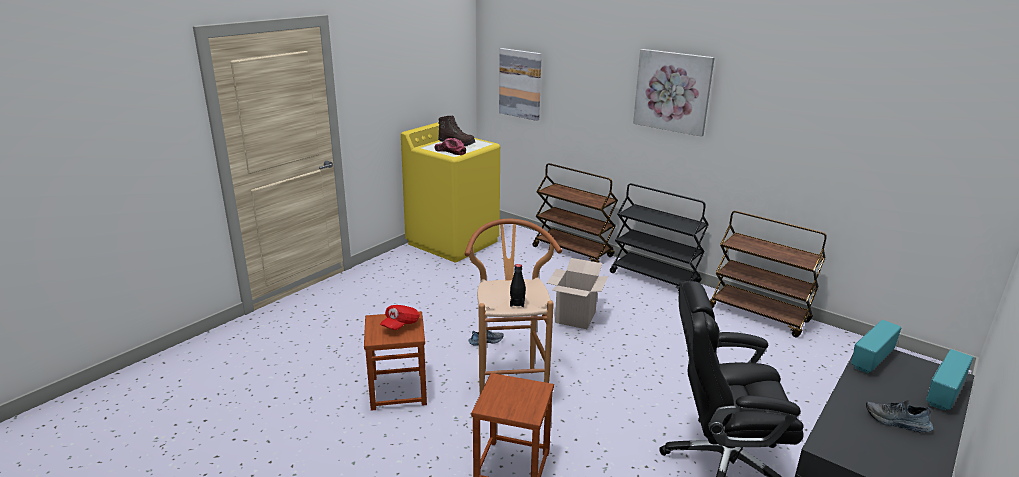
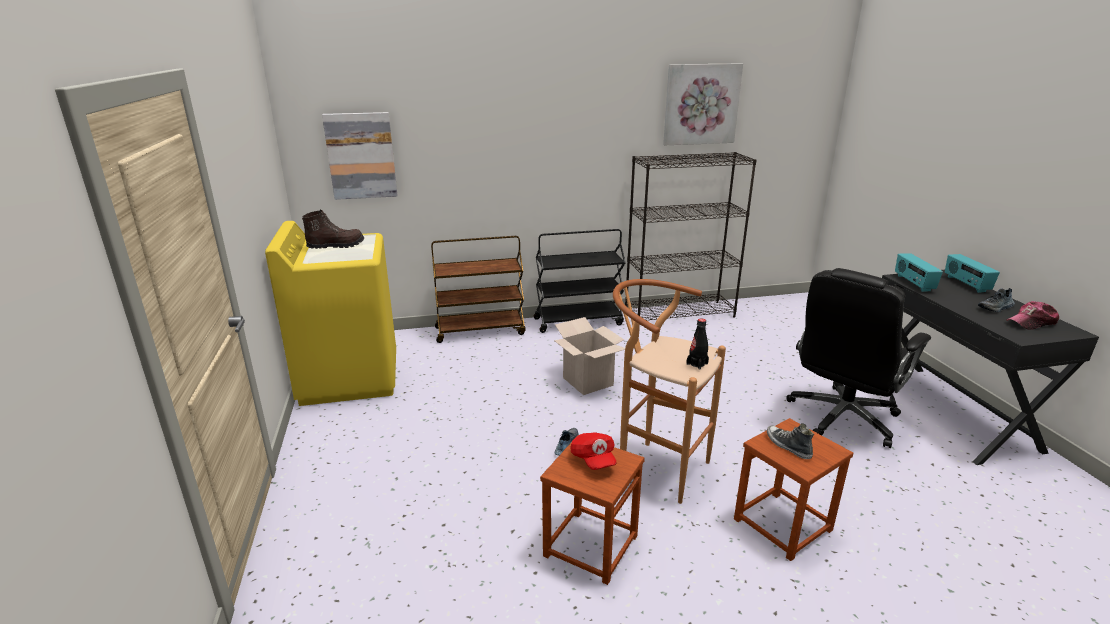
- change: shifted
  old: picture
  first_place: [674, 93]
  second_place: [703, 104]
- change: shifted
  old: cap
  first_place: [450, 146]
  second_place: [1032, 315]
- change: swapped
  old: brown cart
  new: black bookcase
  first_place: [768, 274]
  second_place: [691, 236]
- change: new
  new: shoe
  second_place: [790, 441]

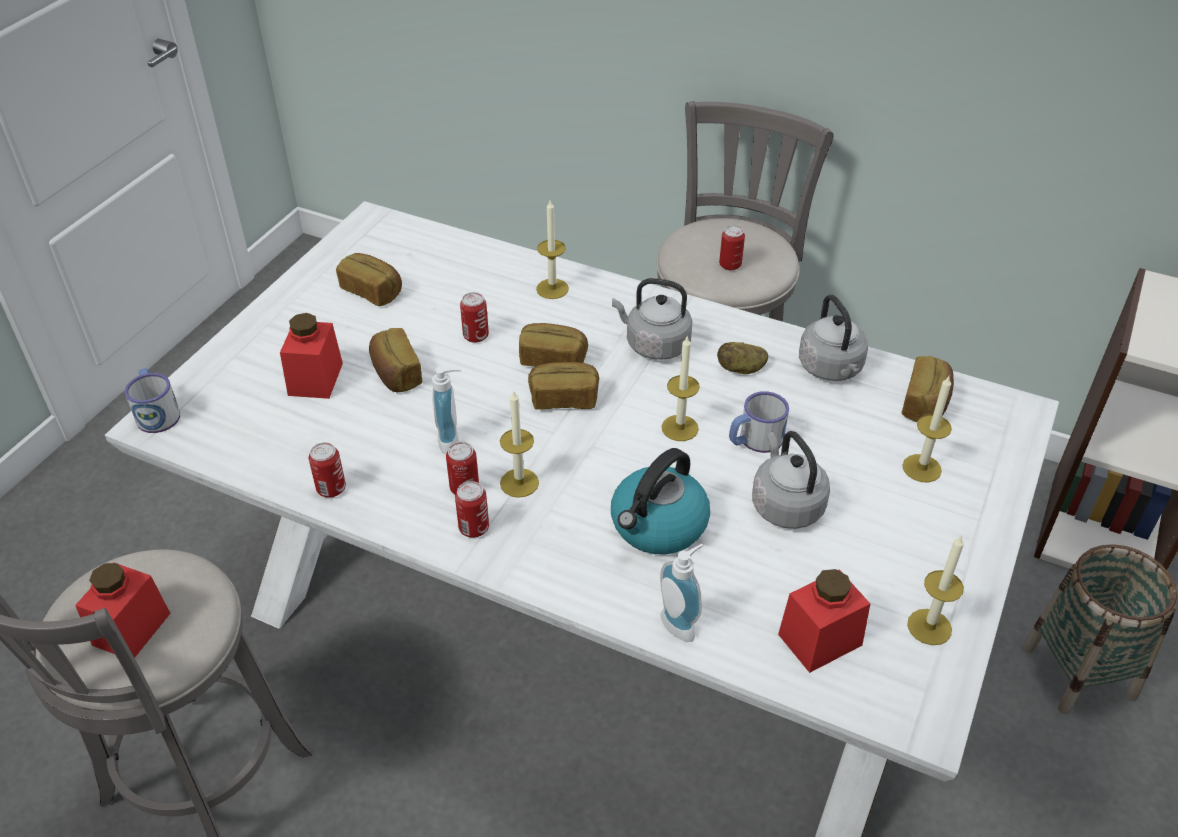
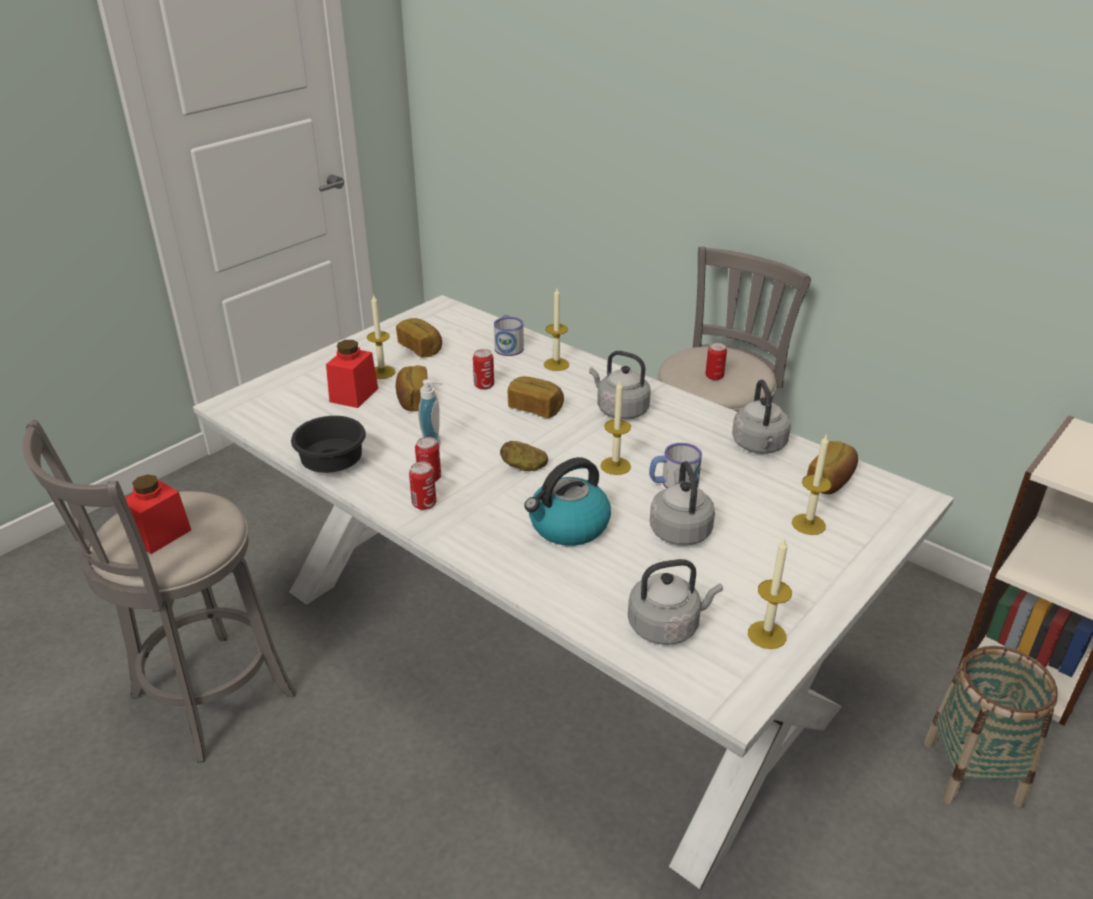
- change: shifted
  old: potato
  first_place: [742, 358]
  second_place: [524, 456]
- change: gone
  old: bread
  first_place: [563, 386]
- change: shifted
  old: mug
  first_place: [152, 400]
  second_place: [509, 335]
- change: shifted
  old: candle
  first_place: [519, 444]
  second_place: [381, 336]
- change: swapped
  old: can
  new: black bowl
  first_place: [327, 470]
  second_place: [328, 444]
- change: gone
  old: soap dispenser
  first_place: [681, 593]
- change: swapped
  old: red jar
  new: grey kettle
  first_place: [824, 621]
  second_place: [675, 602]

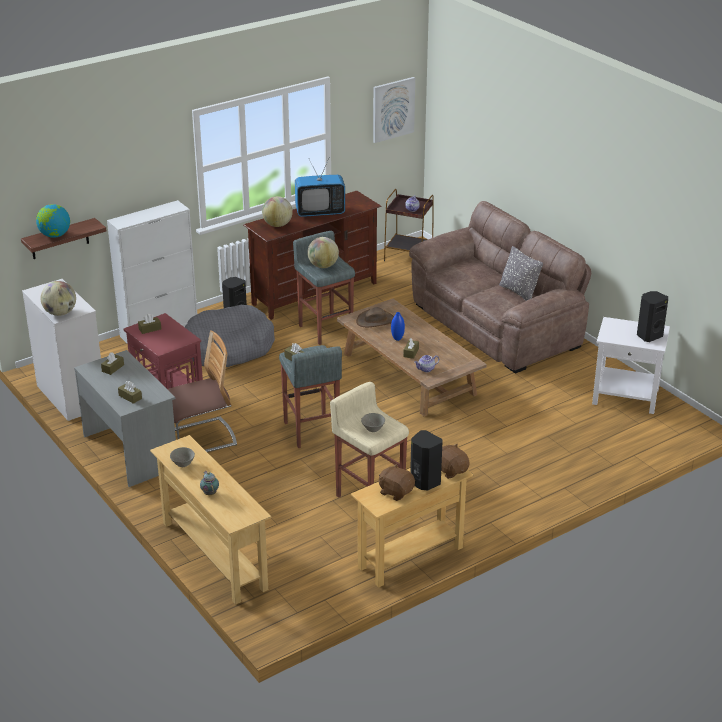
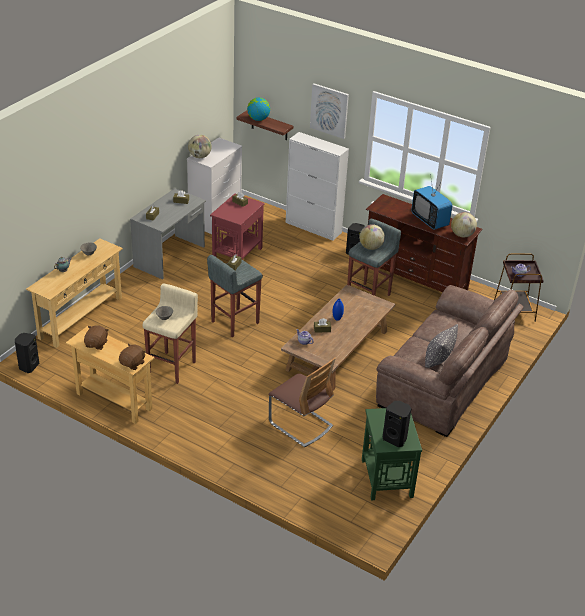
- change: shifted
  old: picture
  first_place: [394, 110]
  second_place: [329, 111]
- change: shifted
  old: globe
  first_place: [277, 211]
  second_place: [464, 224]
- change: gone
  old: grey dog bed
  first_place: [230, 336]
- change: gone
  old: brown hat
  first_place: [375, 317]
- change: repainted
  old: white side table
  new: green side table
  first_place: [631, 365]
  second_place: [392, 454]
- change: shifted
  old: chair
  first_place: [202, 391]
  second_place: [302, 403]
- change: shifted
  old: black speaker
  first_place: [426, 460]
  second_place: [27, 353]

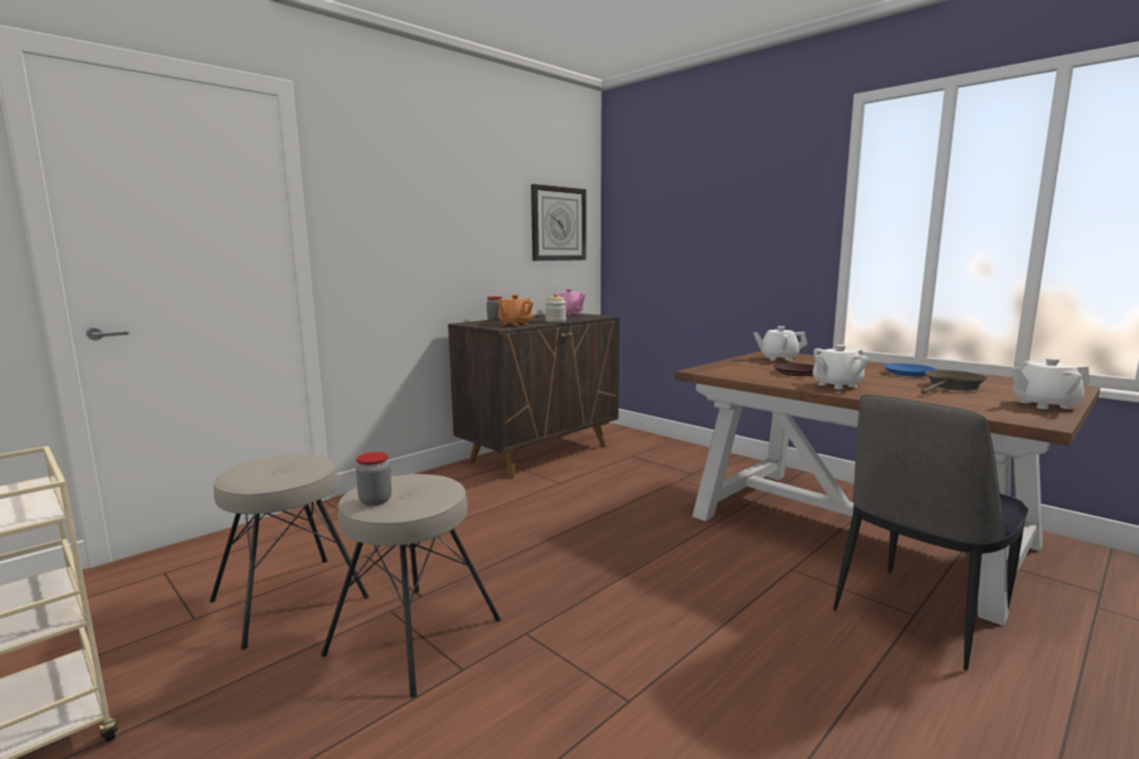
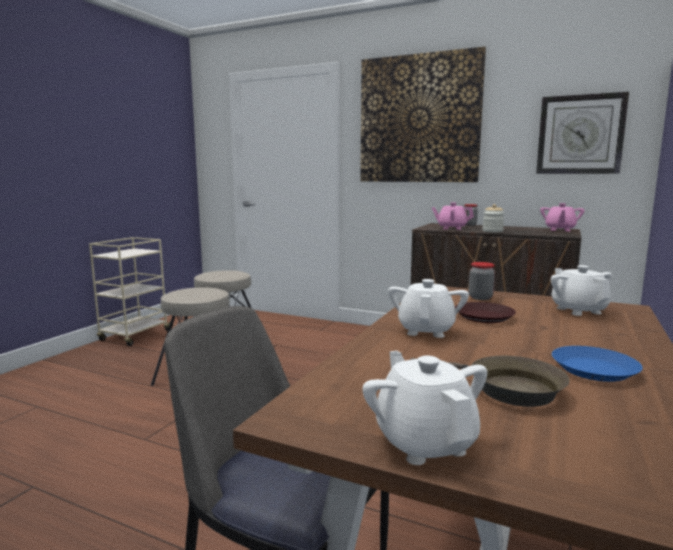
- change: repainted
  old: orange teapot
  new: pink teapot
  first_place: [515, 310]
  second_place: [453, 216]
- change: rotated
  old: white teapot
  first_place: [840, 367]
  second_place: [428, 308]
  degrees: 60
- change: shifted
  old: jar
  first_place: [374, 479]
  second_place: [481, 281]
- change: new
  new: picture
  second_place: [423, 114]

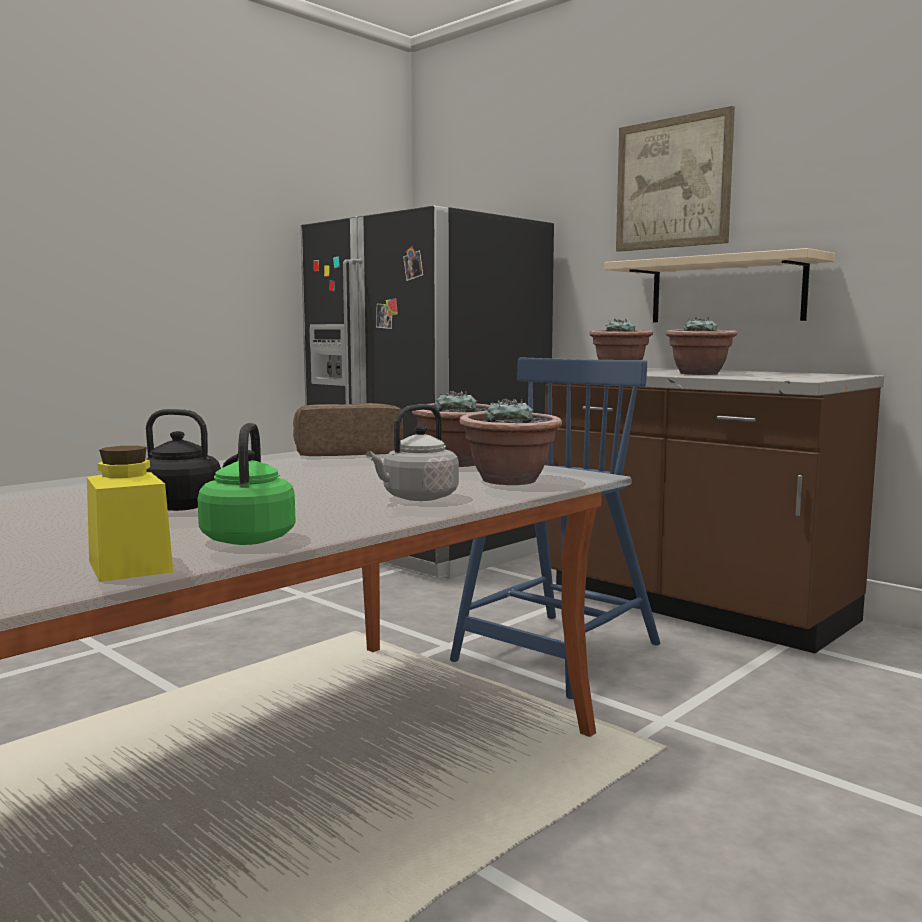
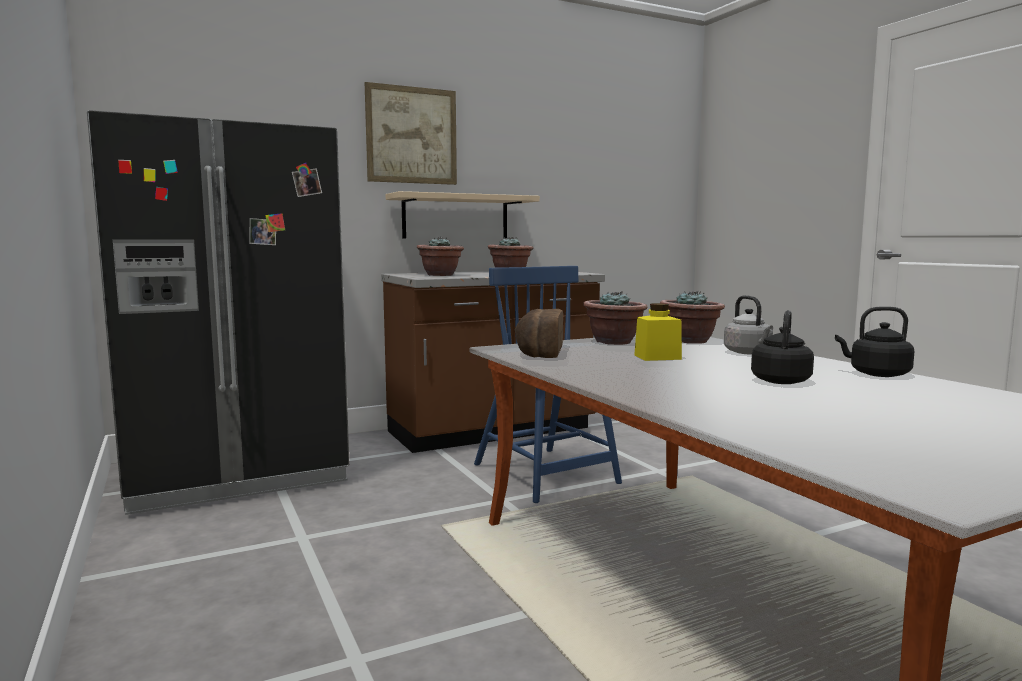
- change: repainted
  old: green kettle
  new: black kettle
  first_place: [246, 484]
  second_place: [875, 341]
- change: shifted
  old: yellow jar
  first_place: [130, 514]
  second_place: [658, 332]

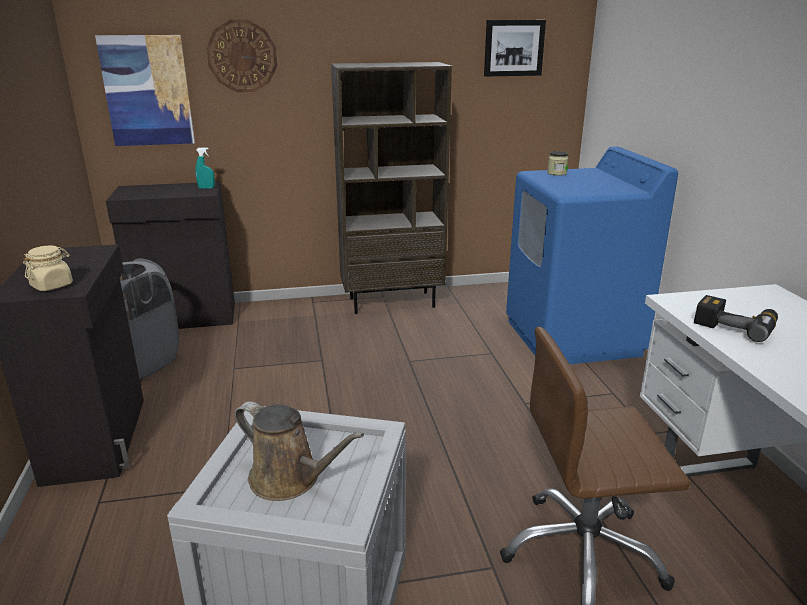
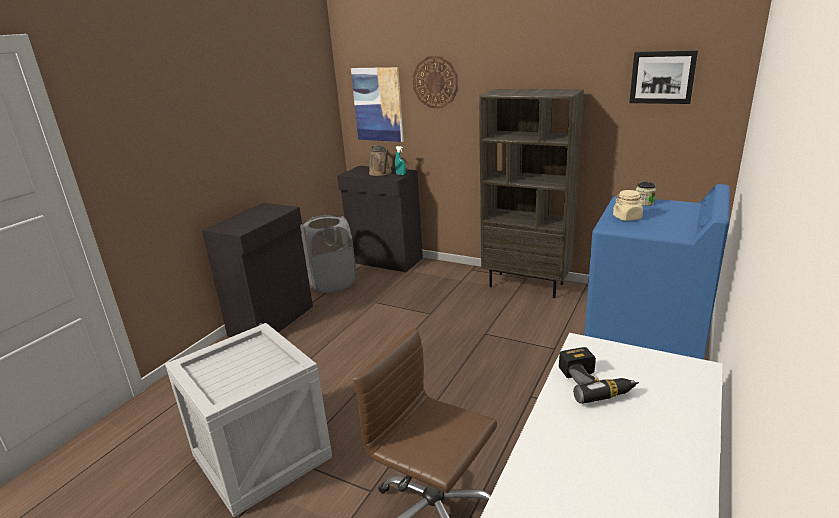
- change: shifted
  old: beige jar
  first_place: [48, 268]
  second_place: [628, 205]
- change: shifted
  old: brown watering can
  first_place: [299, 451]
  second_place: [380, 160]

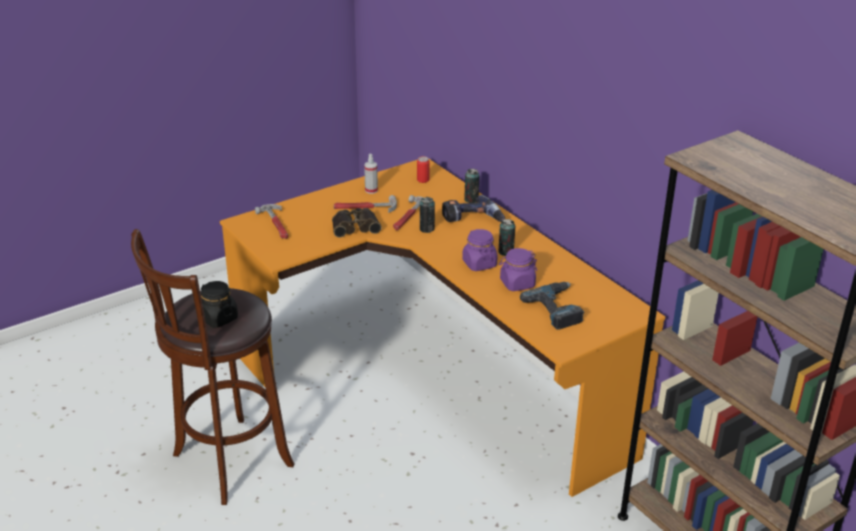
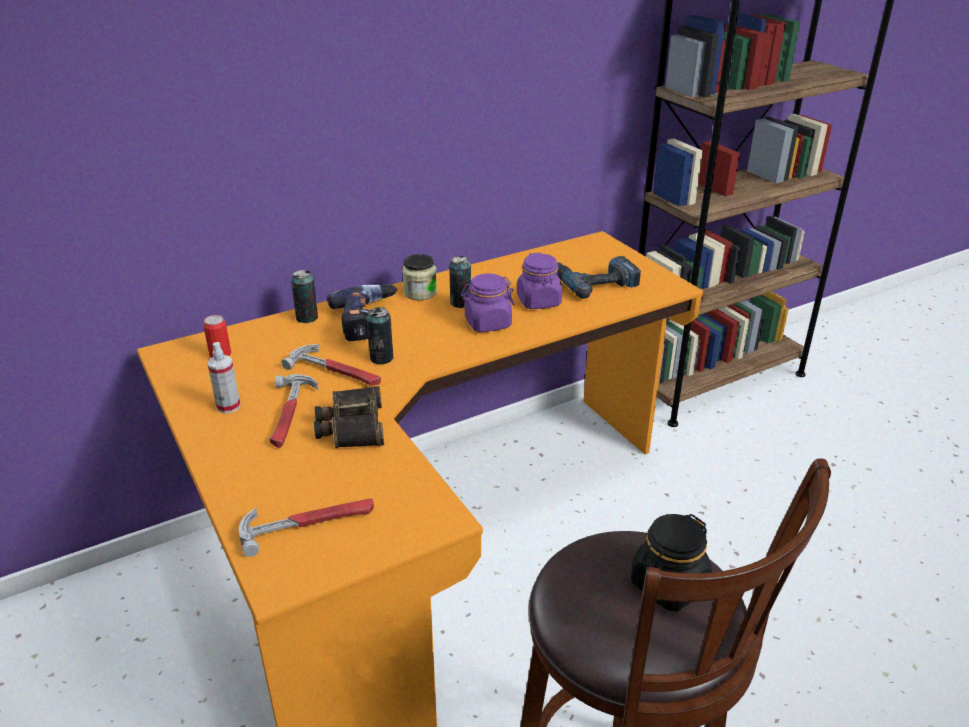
- change: new
  new: jar
  second_place: [419, 277]

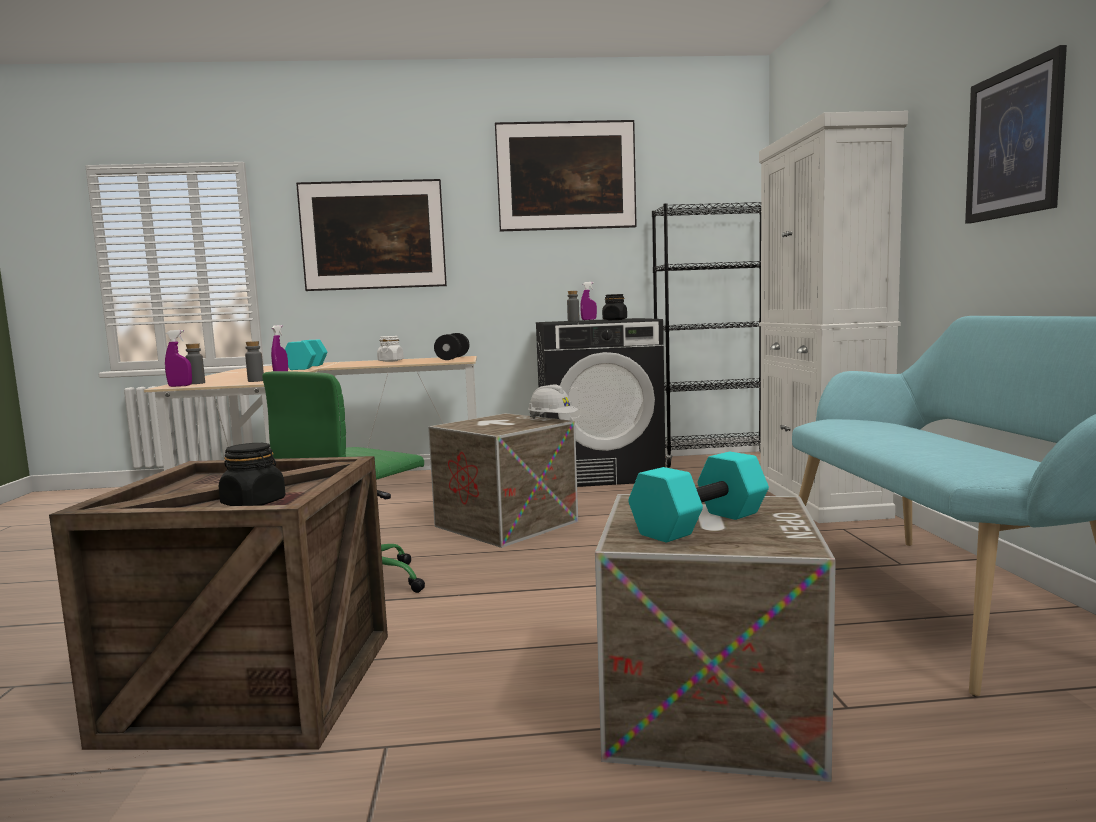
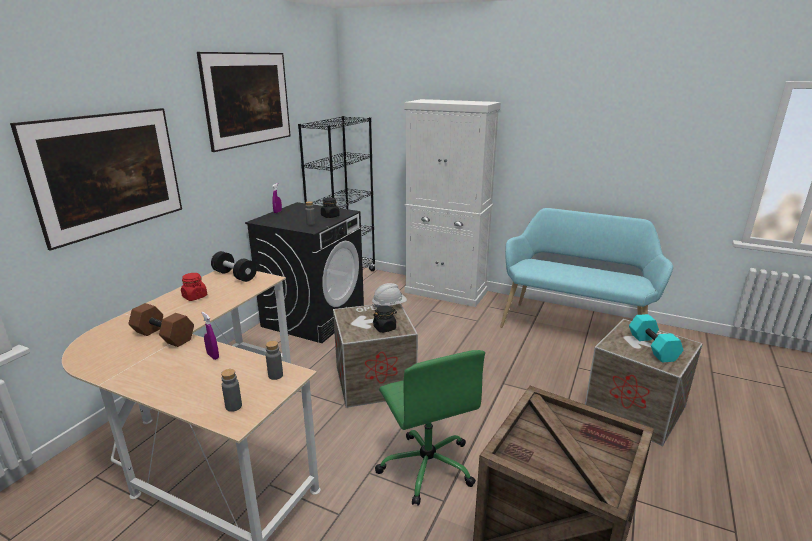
- change: gone
  old: picture
  first_place: [1016, 134]
- change: gone
  old: purple spray bottle
  first_place: [178, 358]
- change: repainted
  old: white jar
  new: red jar
  first_place: [390, 349]
  second_place: [194, 287]
- change: repainted
  old: turquoise dumbbell
  new: brown dumbbell
  first_place: [306, 355]
  second_place: [161, 325]
- change: shifted
  old: black jar
  first_place: [252, 474]
  second_place: [385, 319]

